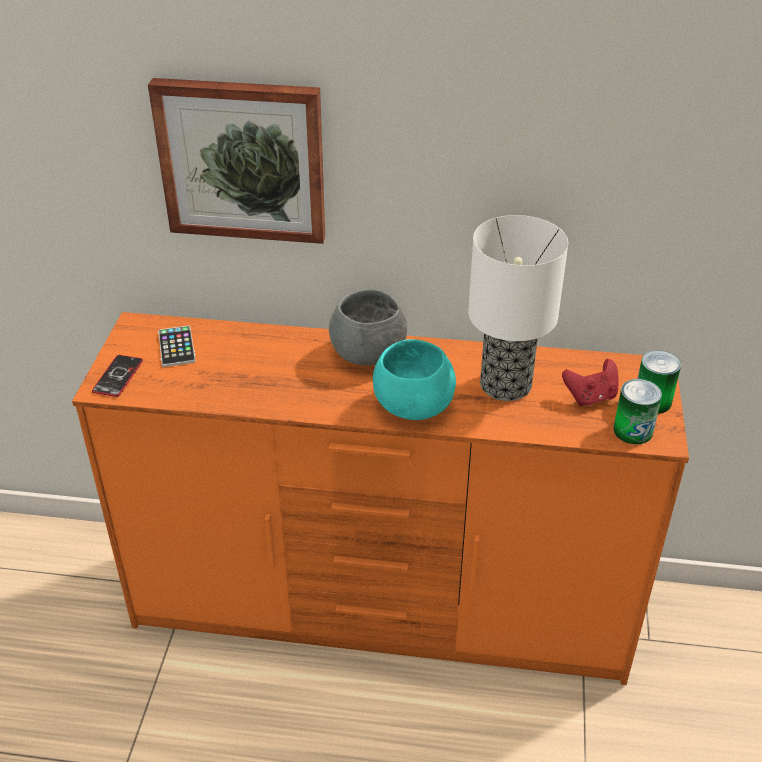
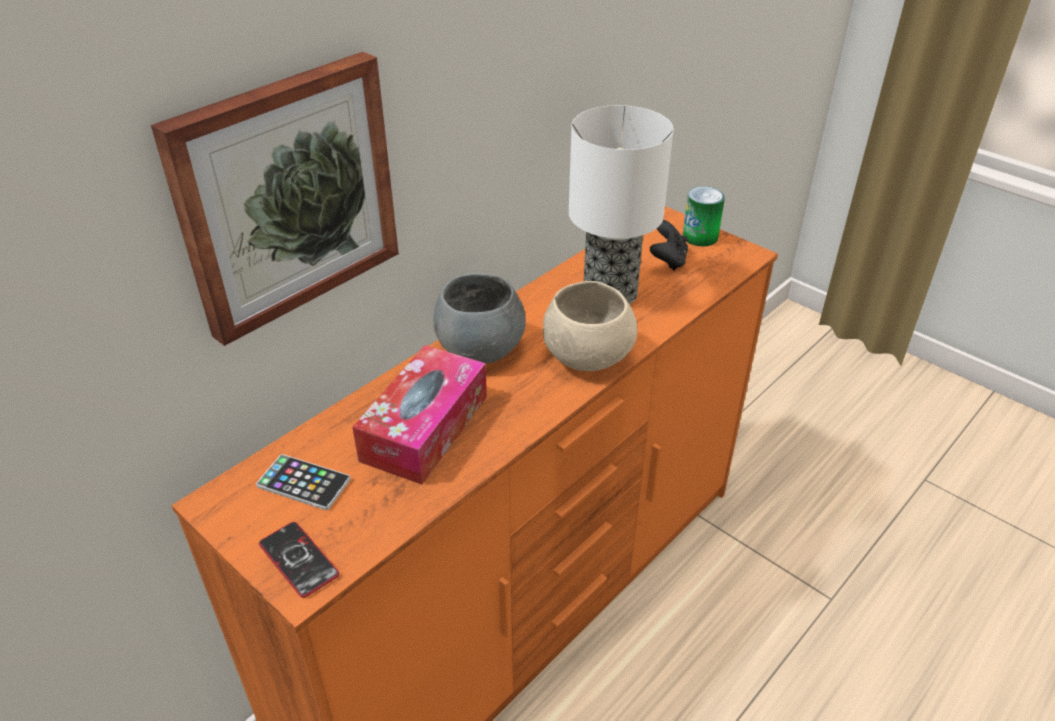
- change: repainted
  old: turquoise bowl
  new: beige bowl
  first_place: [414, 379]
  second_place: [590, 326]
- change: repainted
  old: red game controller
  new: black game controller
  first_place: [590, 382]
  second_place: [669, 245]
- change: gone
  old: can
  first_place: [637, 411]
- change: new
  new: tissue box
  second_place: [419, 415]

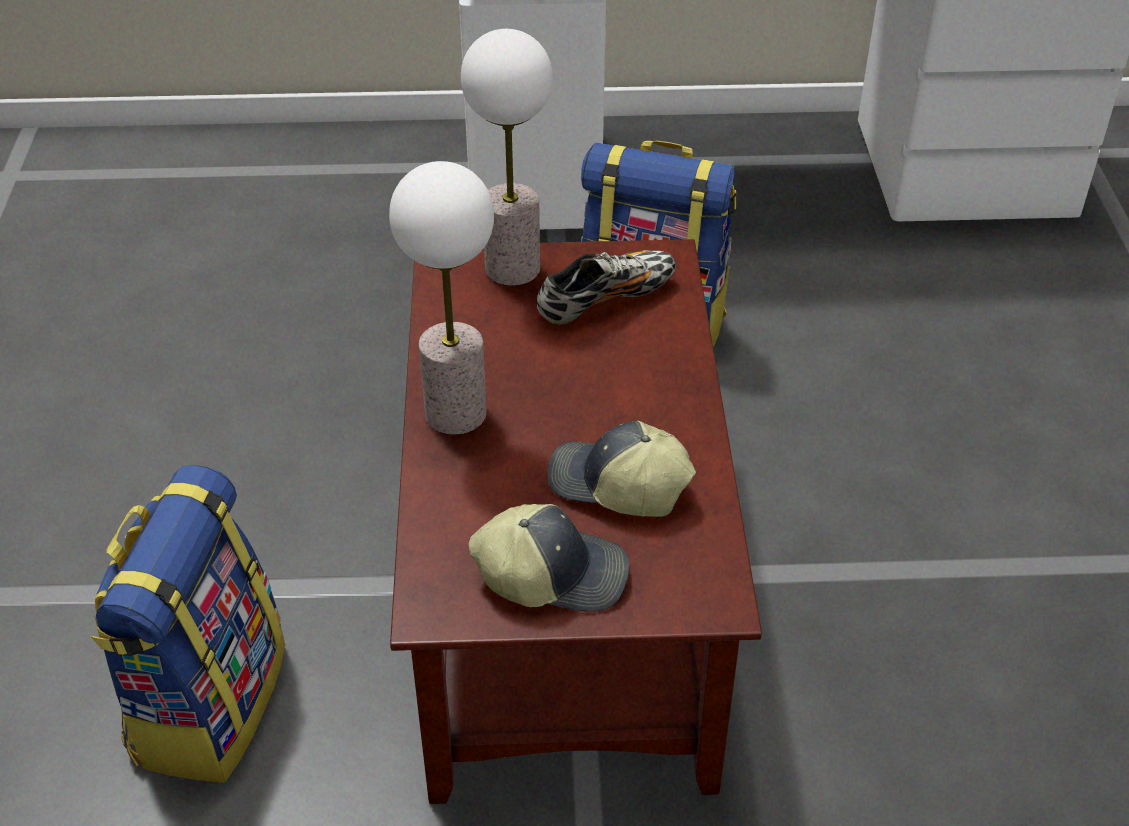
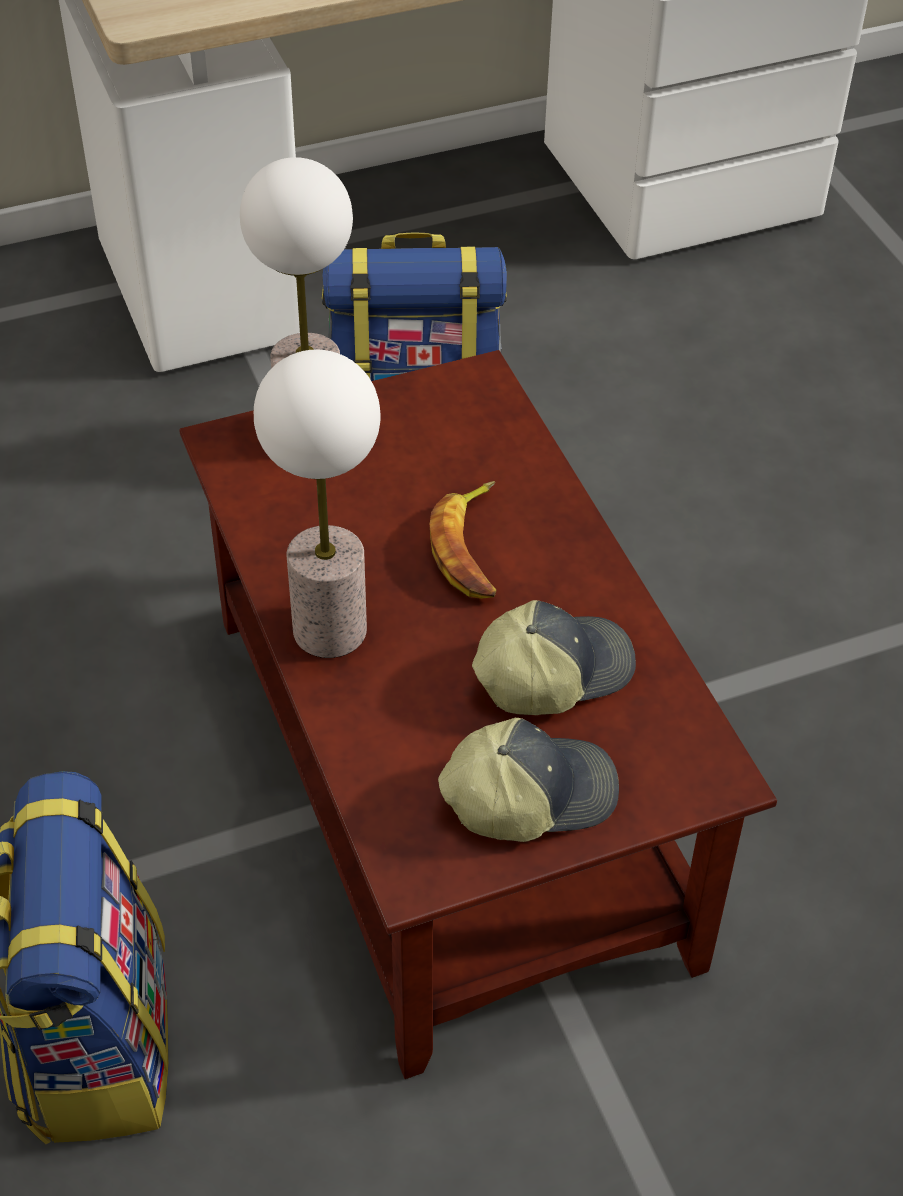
- change: gone
  old: shoe
  first_place: [606, 287]
- change: rotated
  old: cap
  first_place: [621, 469]
  second_place: [554, 657]
  degrees: 150
- change: new
  new: banana
  second_place: [463, 540]

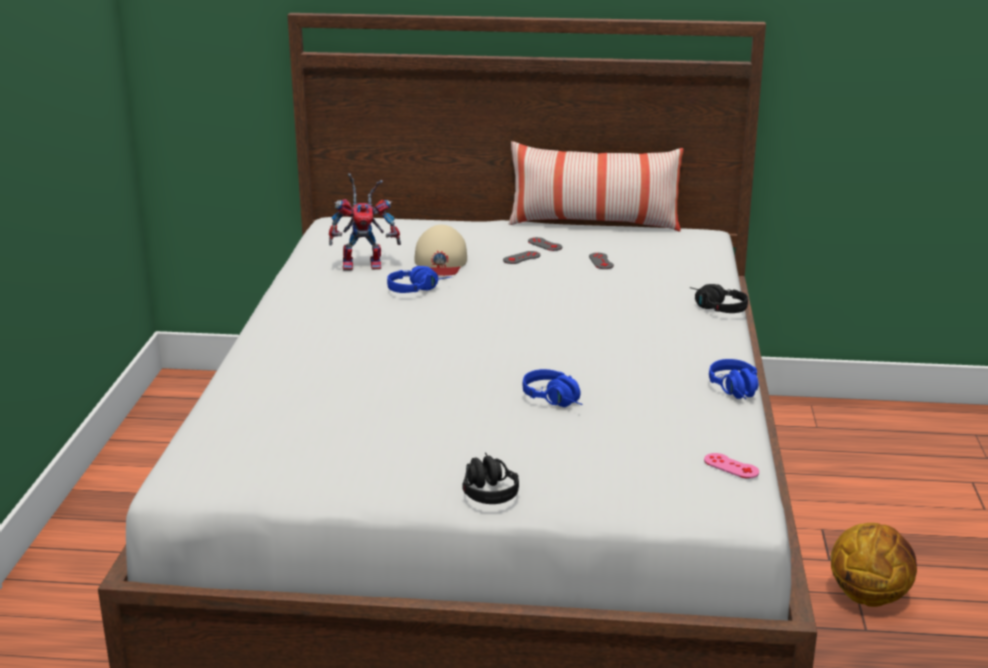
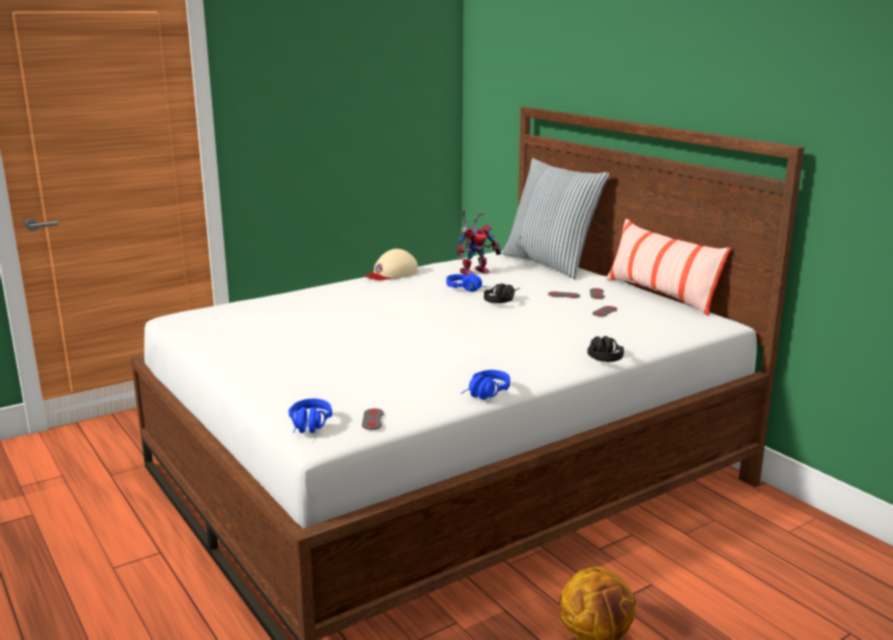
- change: rotated
  old: toy robot
  first_place: [365, 222]
  second_place: [479, 242]
  degrees: -75
- change: shifted
  old: beige cap
  first_place: [440, 250]
  second_place: [391, 264]
- change: shifted
  old: blue headphones
  first_place: [552, 388]
  second_place: [310, 416]
- change: shifted
  old: black headphones
  first_place: [490, 478]
  second_place: [502, 293]
- change: repainted
  old: pink game controller
  new: grey game controller
  first_place: [731, 466]
  second_place: [373, 419]
- change: new
  new: pillow
  second_place: [555, 218]

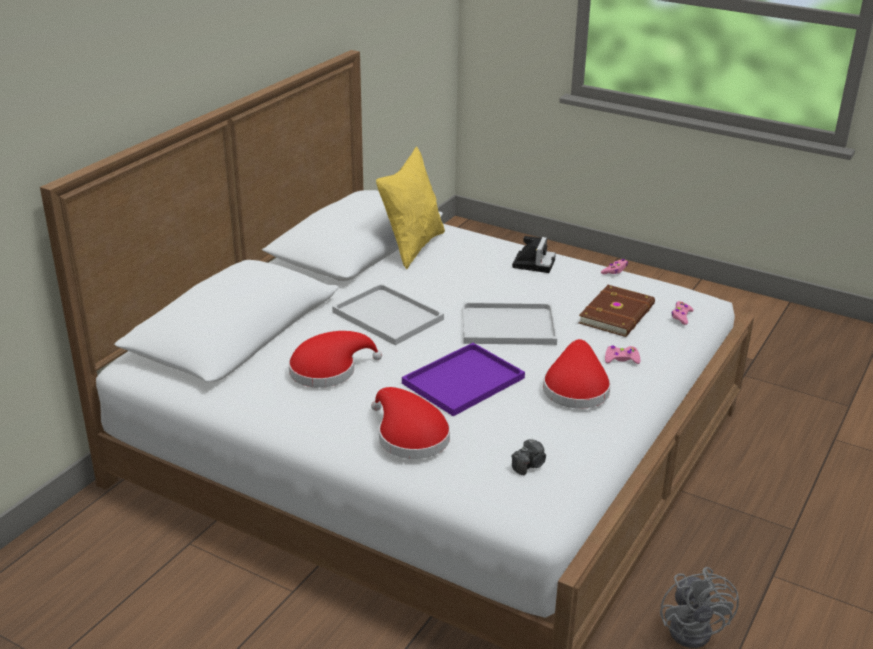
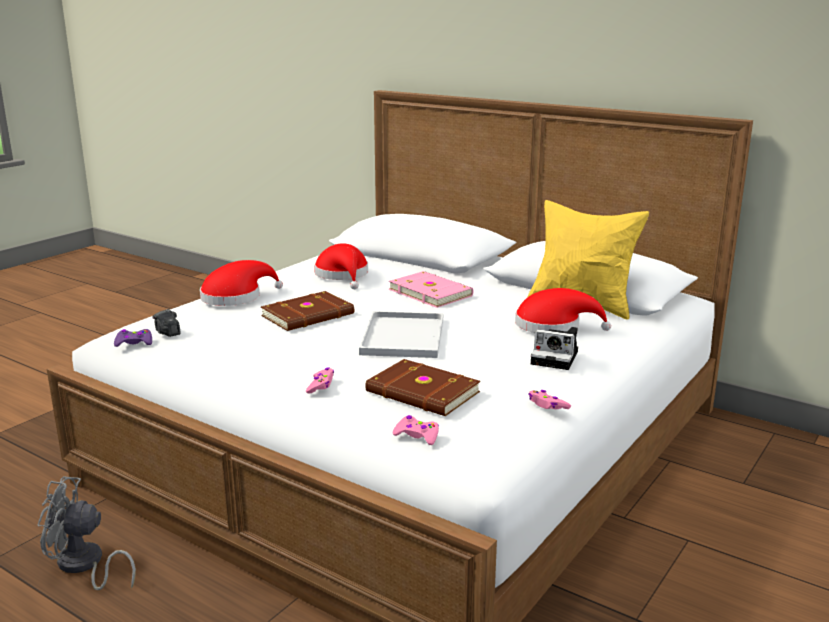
- change: swapped
  old: white tray
  new: pink book
  first_place: [388, 314]
  second_place: [431, 289]
- change: shifted
  old: red hat
  first_place: [577, 374]
  second_place: [563, 310]
- change: swapped
  old: purple tray
  new: brown book
  first_place: [463, 379]
  second_place: [307, 311]
- change: new
  new: purple game controller
  second_place: [133, 338]

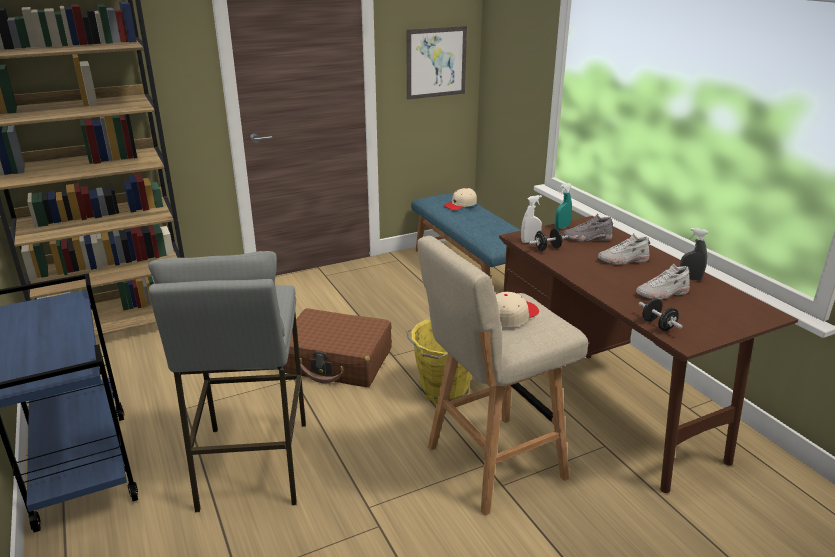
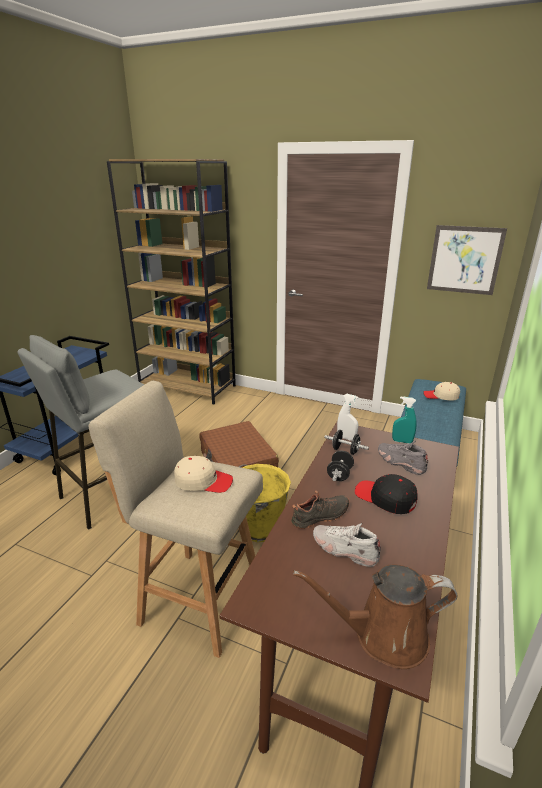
- change: gone
  old: grey spray bottle
  first_place: [694, 254]
- change: swapped
  old: white shoe
  new: black cap
  first_place: [624, 249]
  second_place: [386, 494]
- change: shifted
  old: black dumbbell
  first_place: [661, 315]
  second_place: [340, 466]
- change: new
  new: black shoe
  second_place: [320, 510]
- change: new
  new: brown watering can
  second_place: [375, 616]

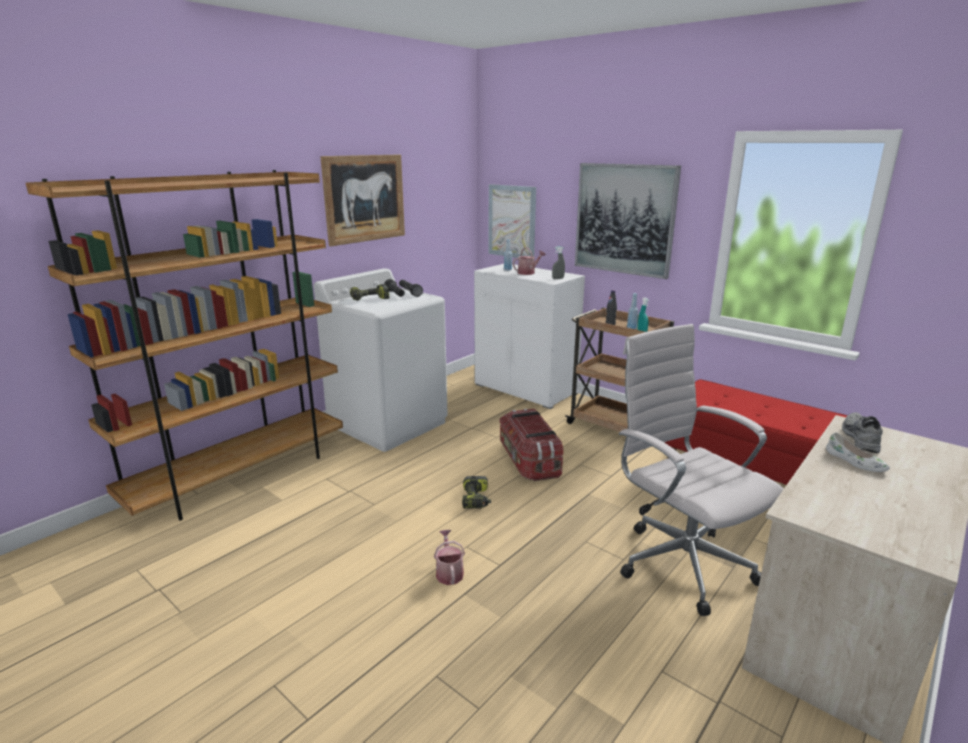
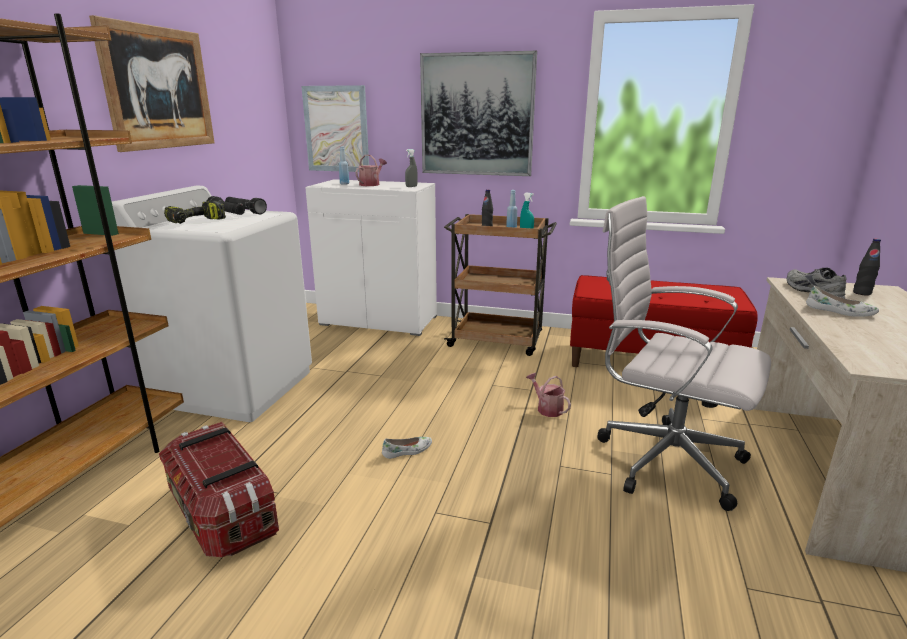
- change: shifted
  old: storage box
  first_place: [531, 445]
  second_place: [219, 489]
- change: swapped
  old: power drill
  new: white shoe
  first_place: [476, 492]
  second_place: [407, 448]
- change: shifted
  old: watering can
  first_place: [449, 557]
  second_place: [548, 395]
- change: new
  new: black bottle
  second_place: [867, 267]

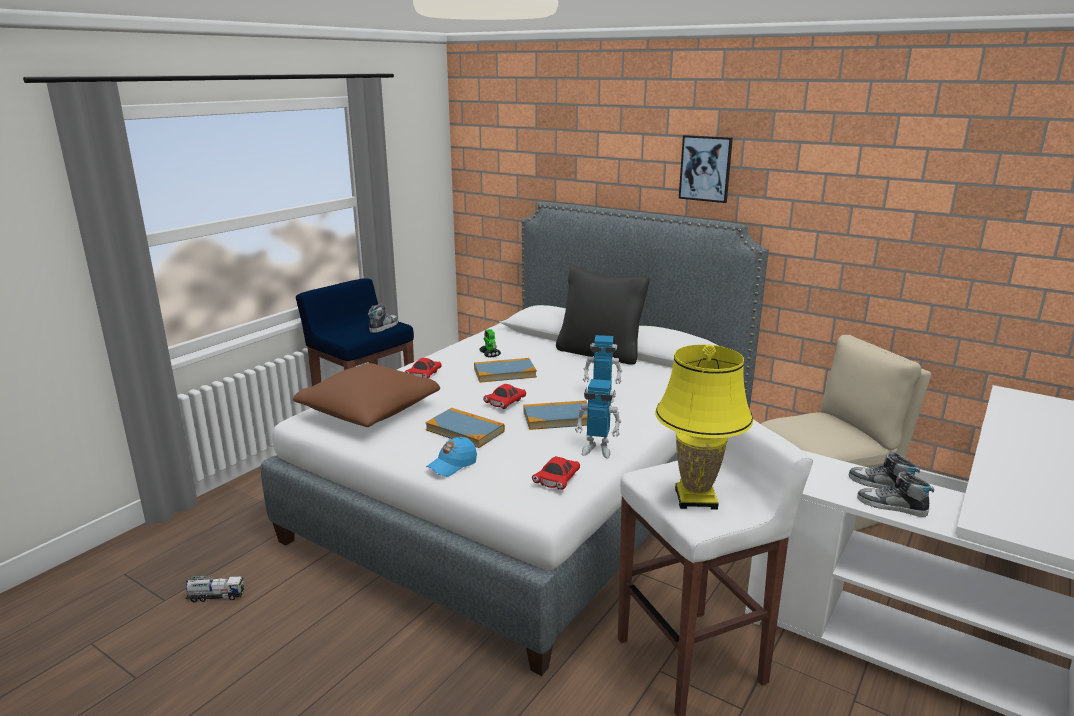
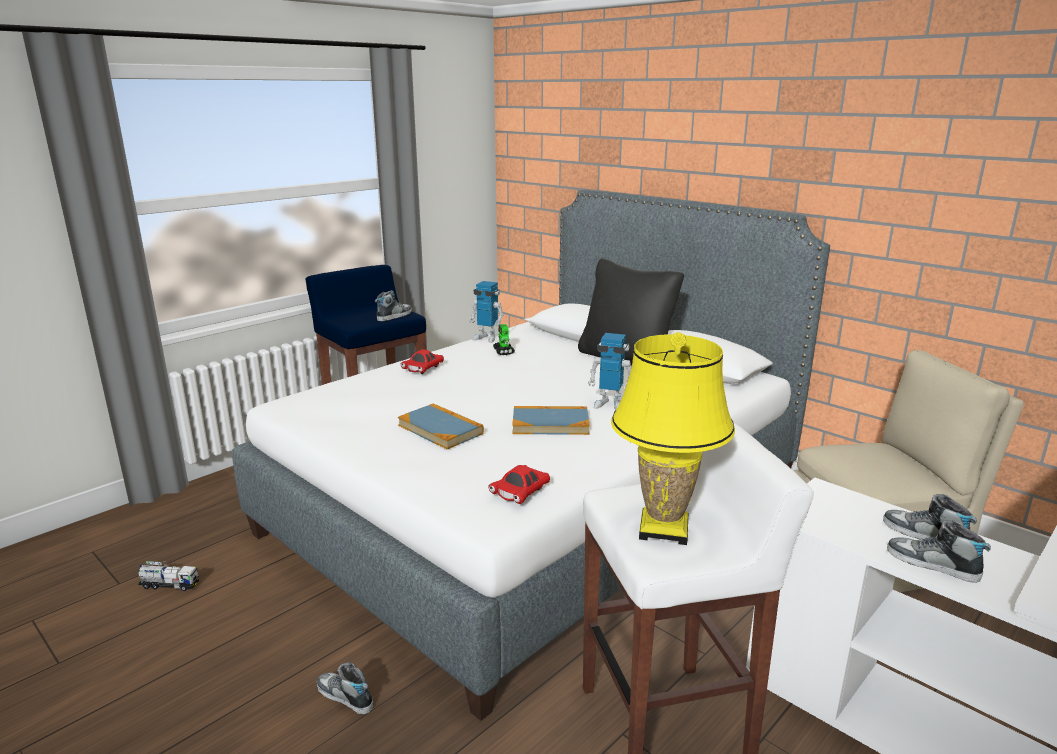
- change: gone
  old: picture
  first_place: [706, 169]
- change: gone
  old: book
  first_place: [505, 370]
- change: gone
  old: brown pillow
  first_place: [366, 395]
- change: shifted
  old: toy robot
  first_place: [598, 419]
  second_place: [486, 312]
- change: gone
  old: red toy car
  first_place: [504, 396]
- change: gone
  old: blue cap
  first_place: [451, 457]
- change: new
  new: shoe
  second_place: [345, 688]

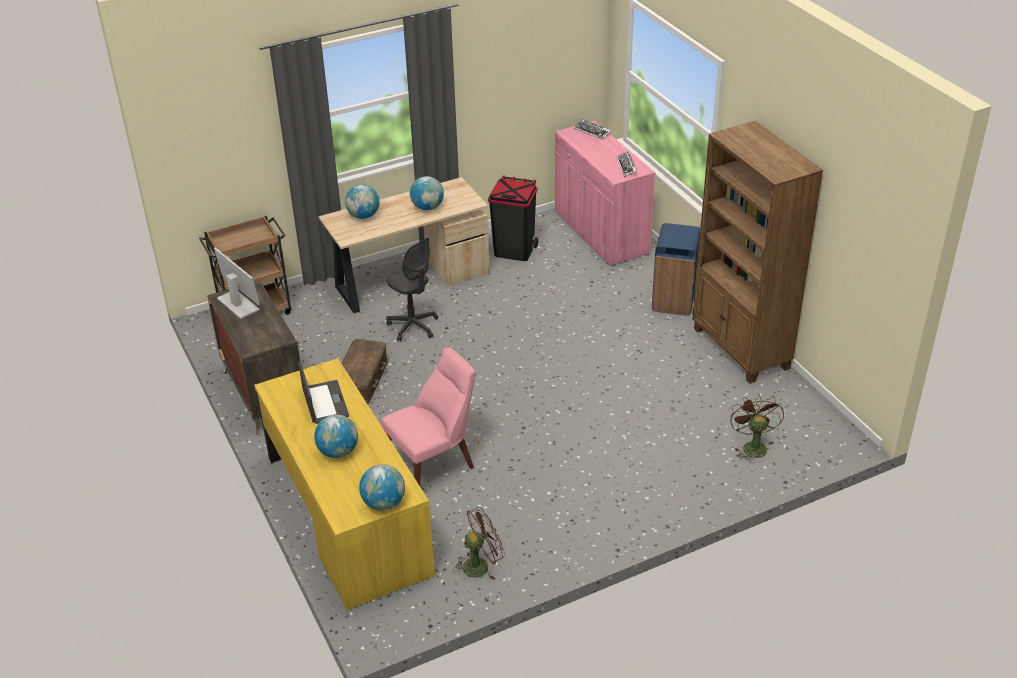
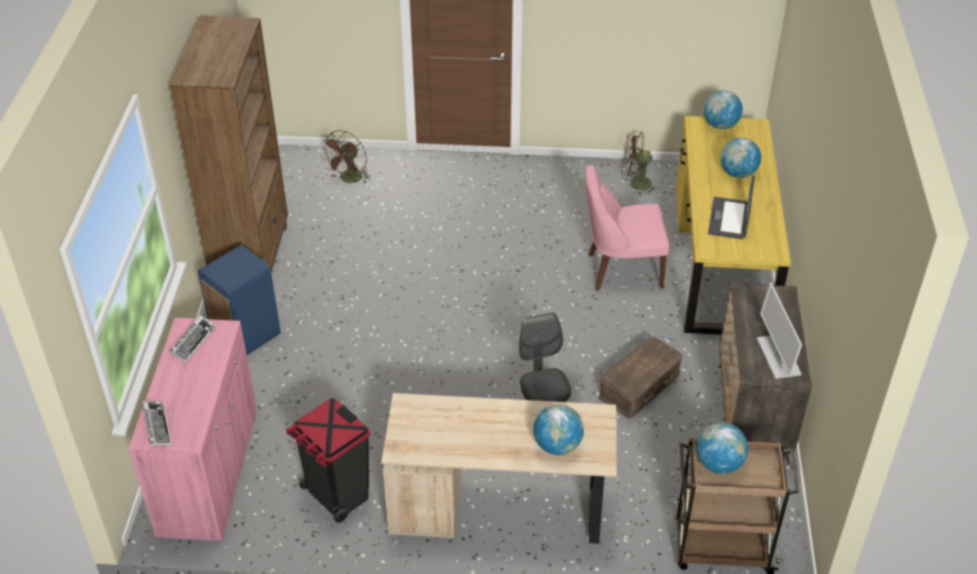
- change: shifted
  old: globe
  first_place: [427, 193]
  second_place: [722, 448]

